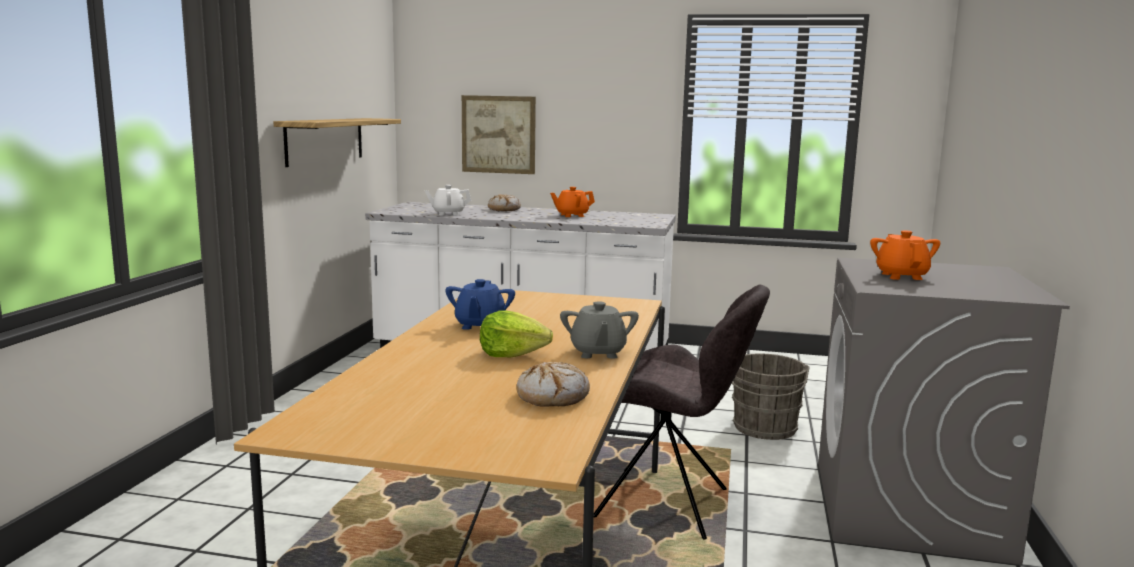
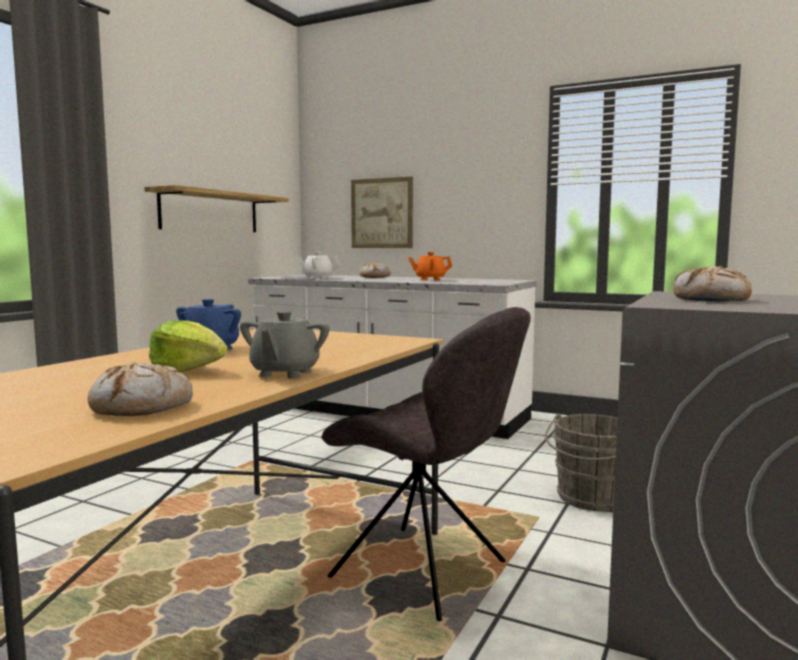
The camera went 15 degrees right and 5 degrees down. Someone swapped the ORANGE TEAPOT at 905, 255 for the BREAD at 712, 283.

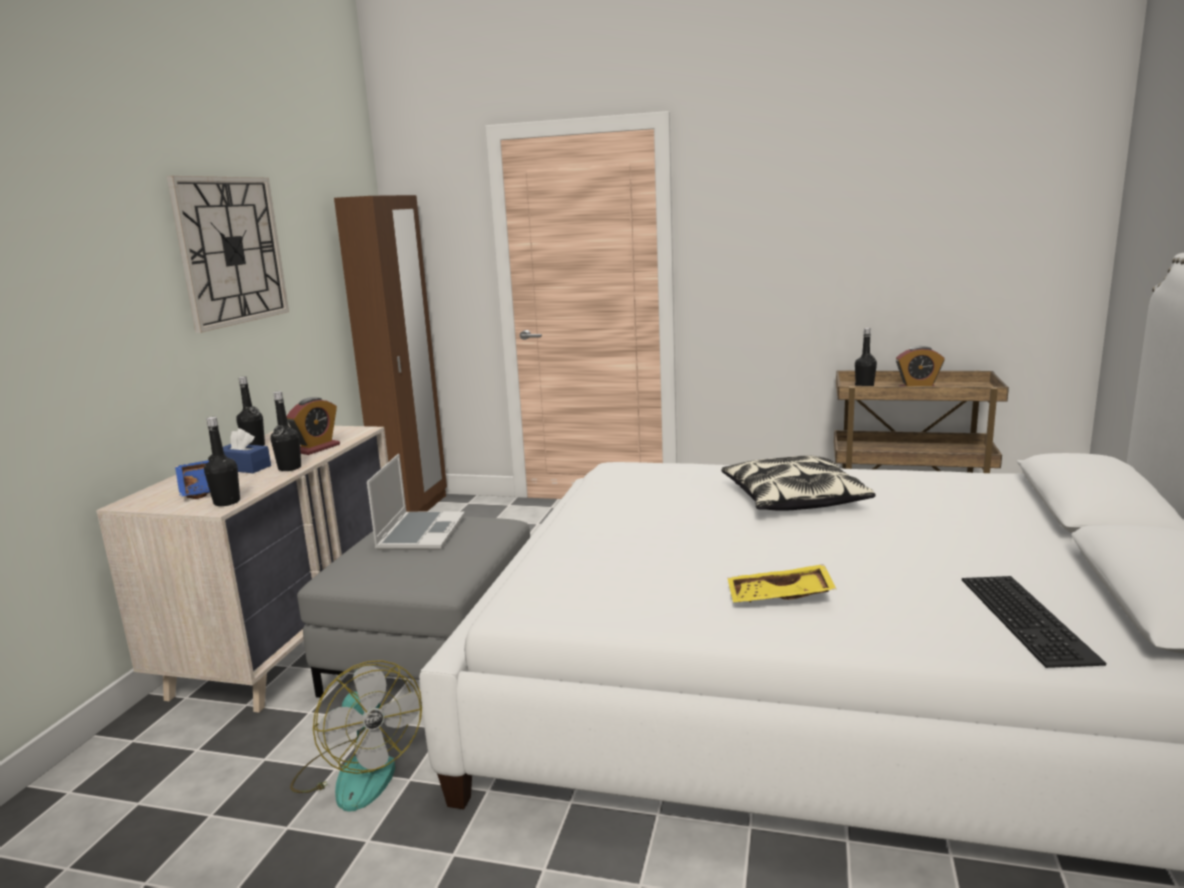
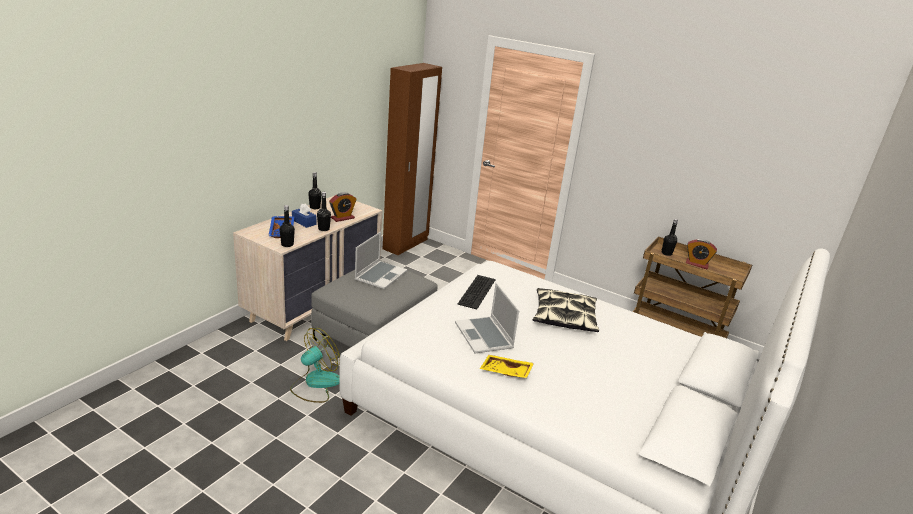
The camera went 15 degrees right and 10 degrees up. Someone took away the WALL CLOCK at 228, 254. Someone put down the LAPTOP at 487, 318. Someone carried the KEYBOARD from 1034, 622 to 476, 292. Someone rotated the FAN at 356, 736 by 120 degrees counterclockwise.

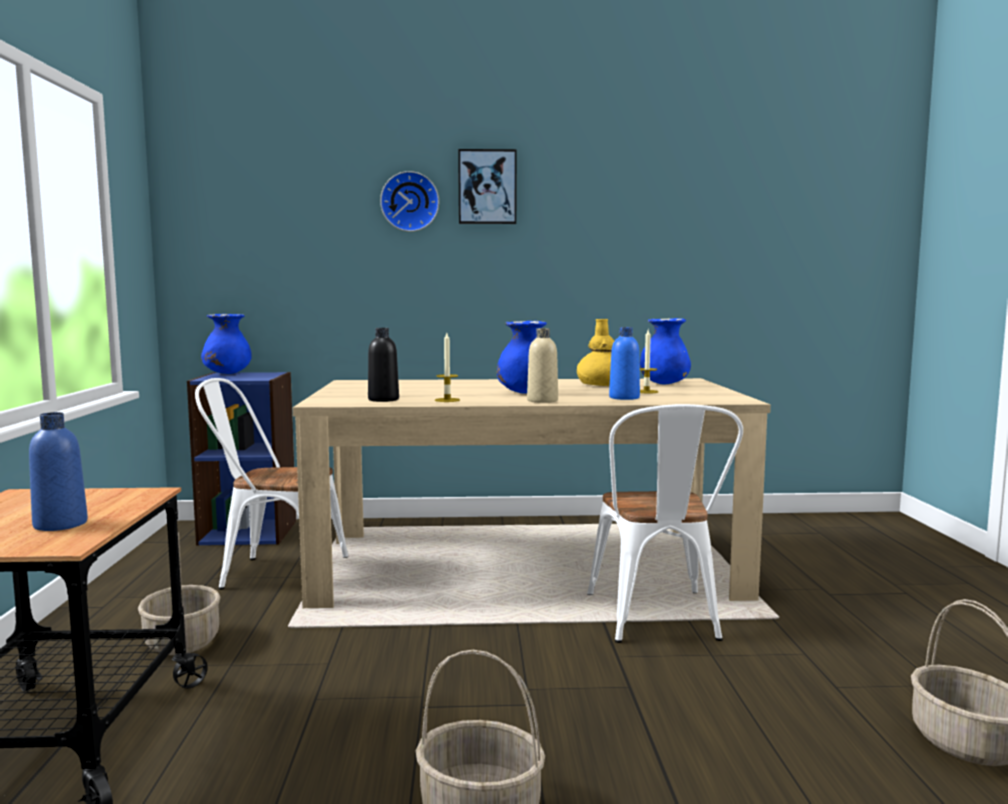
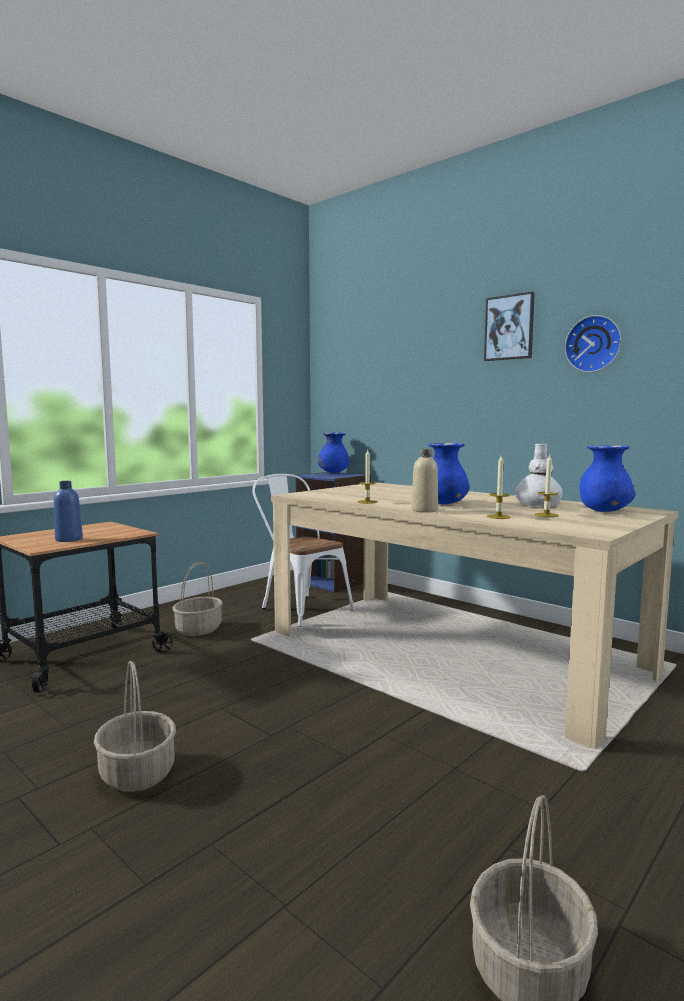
The camera went 45 degrees right and 0 degrees up. Someone took away the BLACK BOTTLE at 383, 365. Someone took away the WHITE CHAIR at 665, 523. Someone carried the WALL CLOCK from 409, 201 to 593, 343. Someone swapped the BLUE BOTTLE at 624, 363 for the CANDLE at 499, 487. Someone repainted the YELLOW VASE at 595, 352, which became the WHITE VASE at 539, 475.

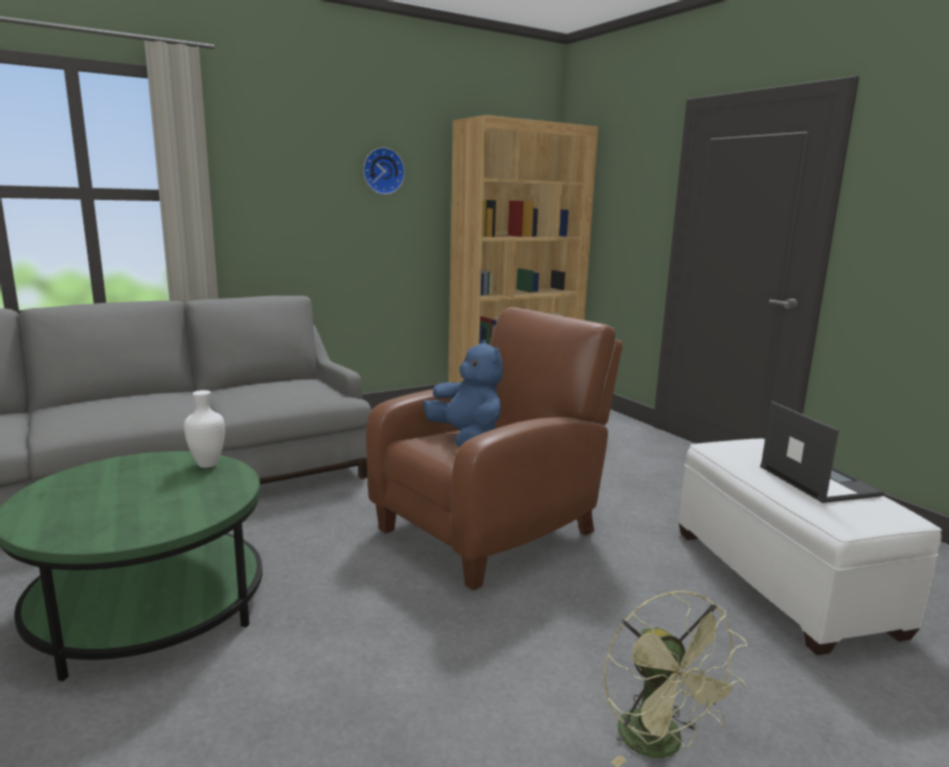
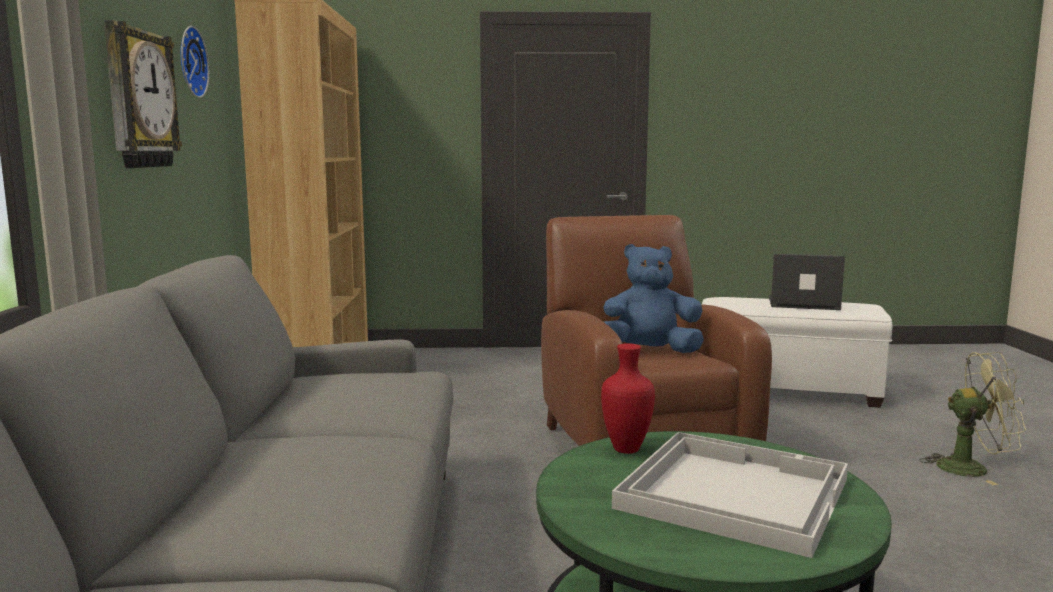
The camera went 60 degrees left and 5 degrees down. Someone put up the WALL CLOCK at 143, 94. Someone put down the WHITE TRAY at 730, 495. Someone repainted the WHITE VASE at 204, 429, which became the RED VASE at 628, 398.

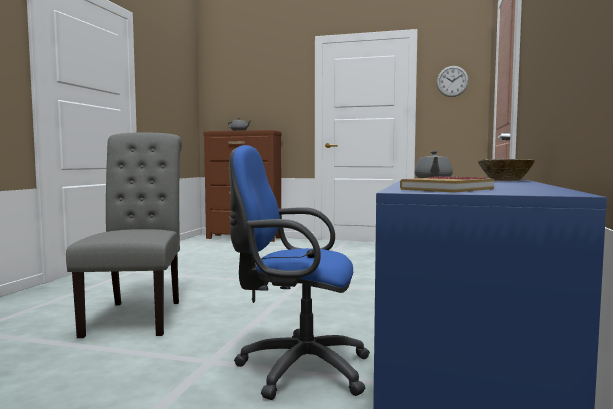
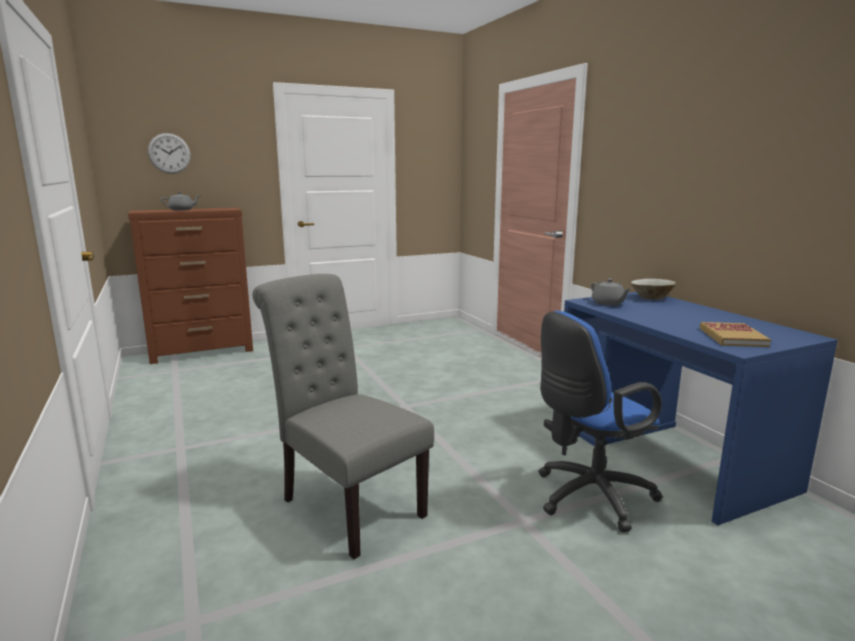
The camera went 40 degrees left and 10 degrees up. Someone carried the WALL CLOCK from 453, 81 to 169, 153.

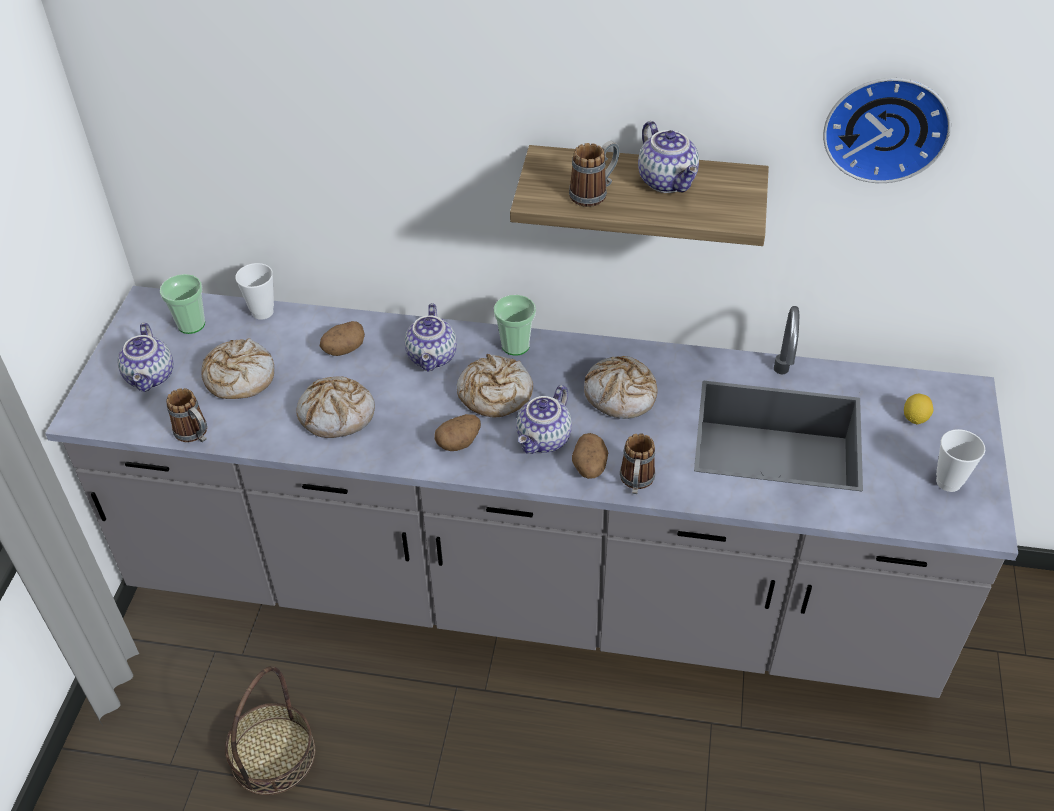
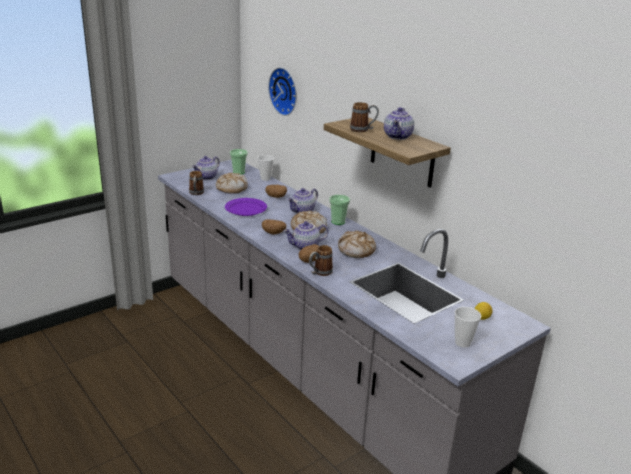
The camera went 40 degrees right and 20 degrees down. Someone took away the BASKET at 270, 730. Someone carried the WALL CLOCK from 887, 130 to 282, 91. Someone swapped the BREAD at 335, 407 for the PURPLE PLATE at 246, 207.

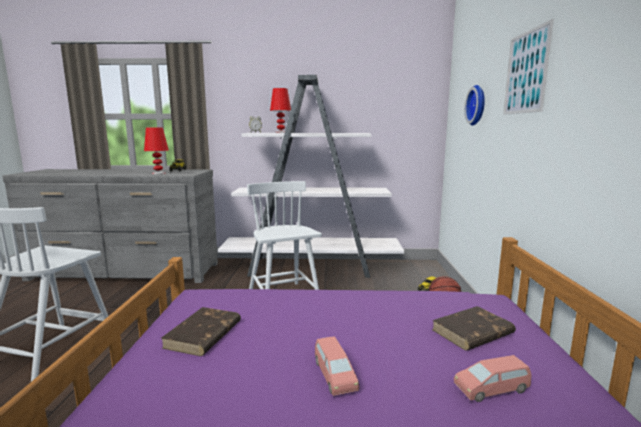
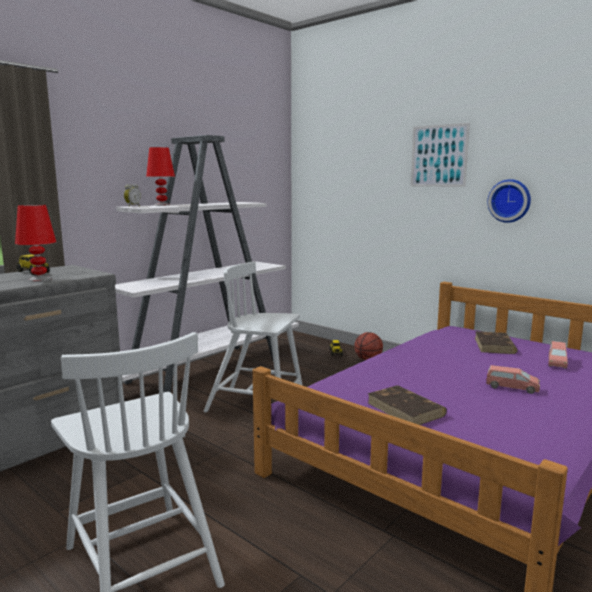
The camera went 50 degrees left and 0 degrees up. Someone carried the WALL CLOCK from 475, 105 to 509, 201.

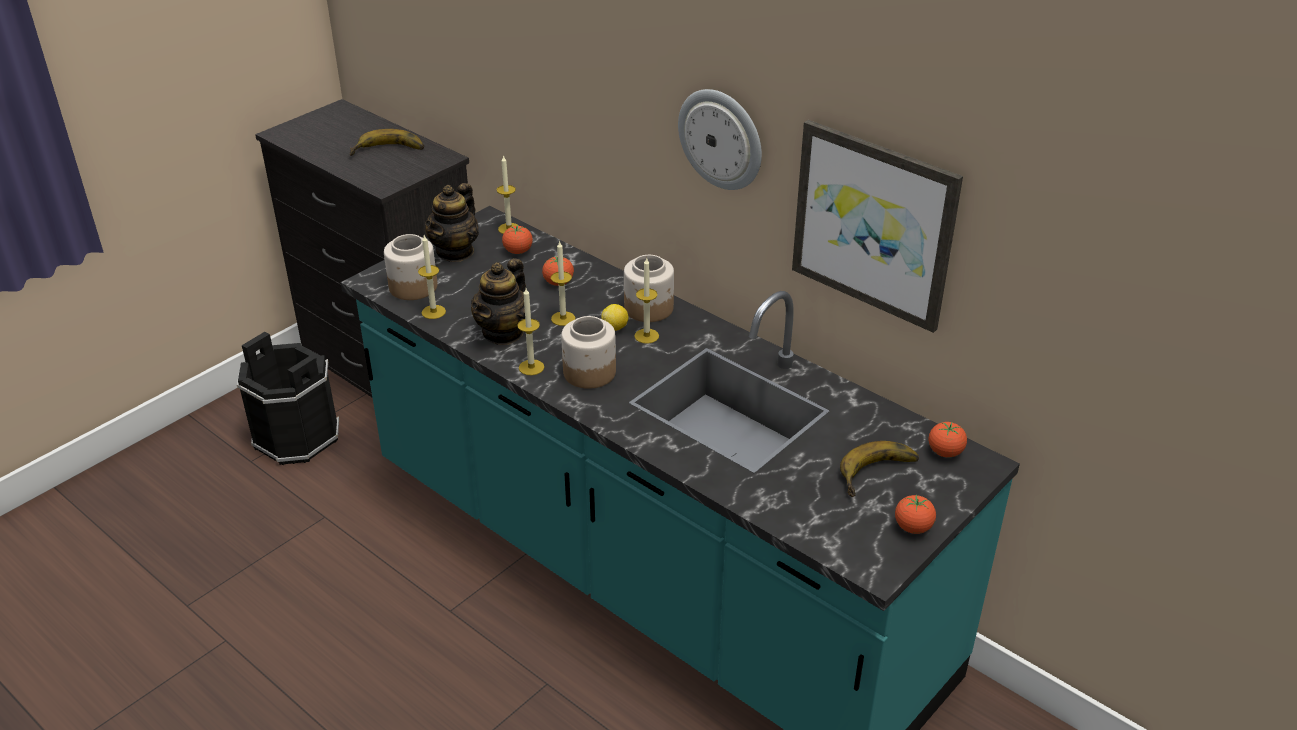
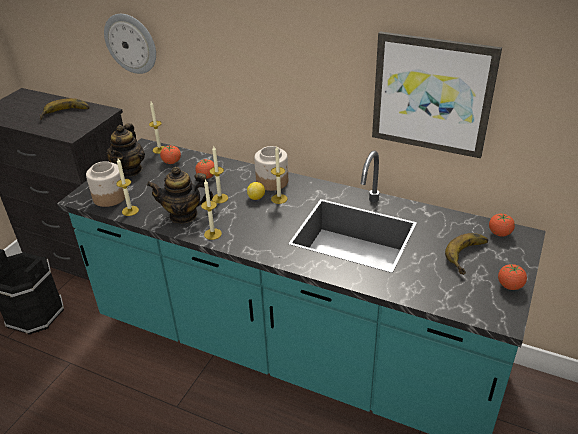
The camera went 15 degrees left and 0 degrees up. Someone took away the JAR at 588, 352. Someone carried the WALL CLOCK from 720, 139 to 130, 44. Someone rotated the TEAPOT at 498, 301 by 75 degrees clockwise.

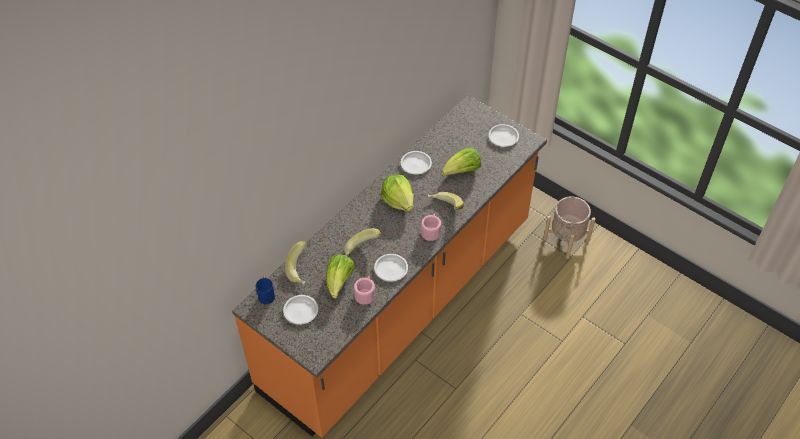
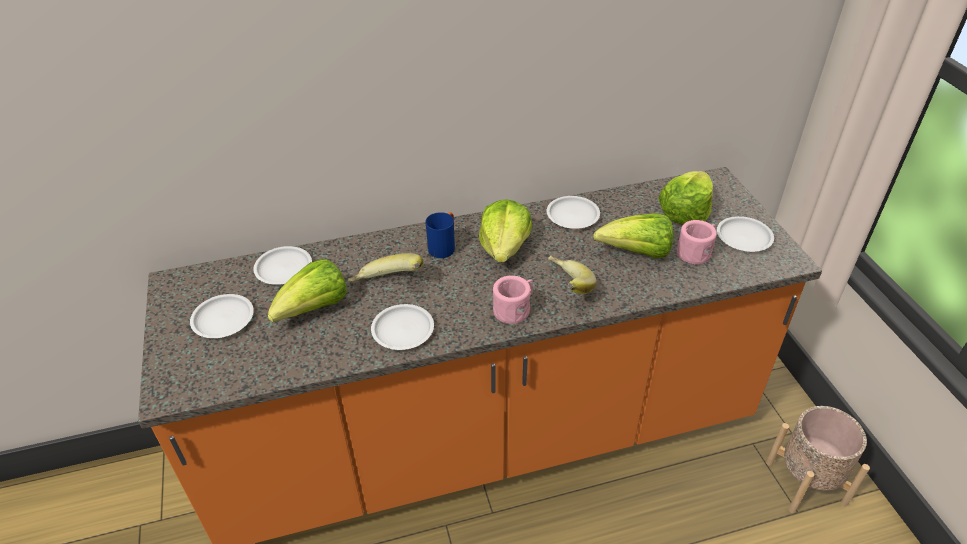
The camera went 35 degrees right and 10 degrees down. Someone put down the LETTUCE at 685, 198. Someone carried the BLUE MUG from 265, 289 to 440, 235. Someone carried the PINK MUG from 364, 290 to 697, 242. Someone swapped the BANANA at 295, 263 for the WHITE PLATE at 282, 265.

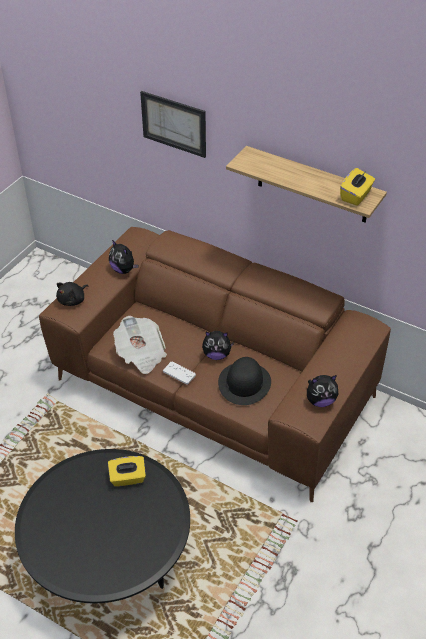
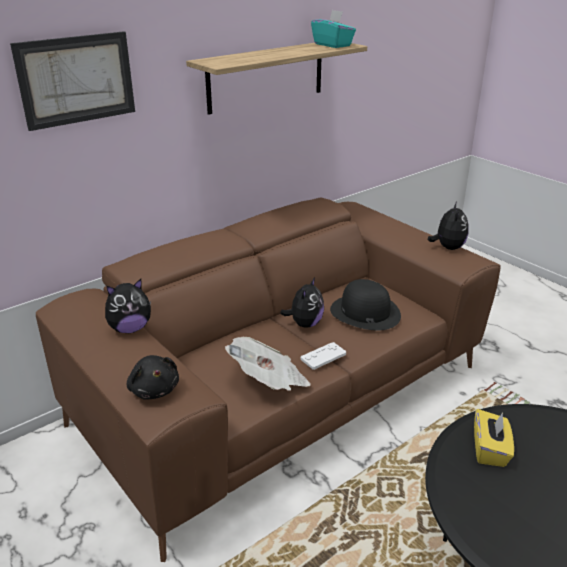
The camera went 70 degrees left and 15 degrees down. Someone repainted the YELLOW TISSUE BOX at 357, 187, which became the TURQUOISE TISSUE BOX at 333, 29.

